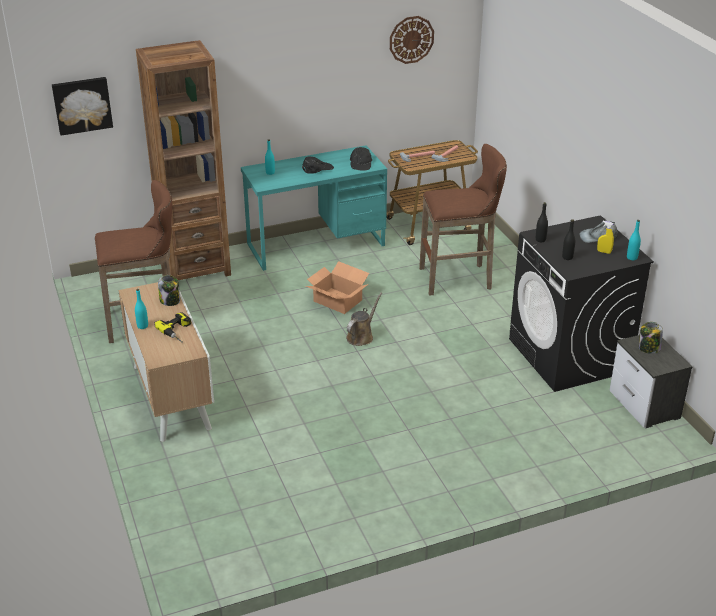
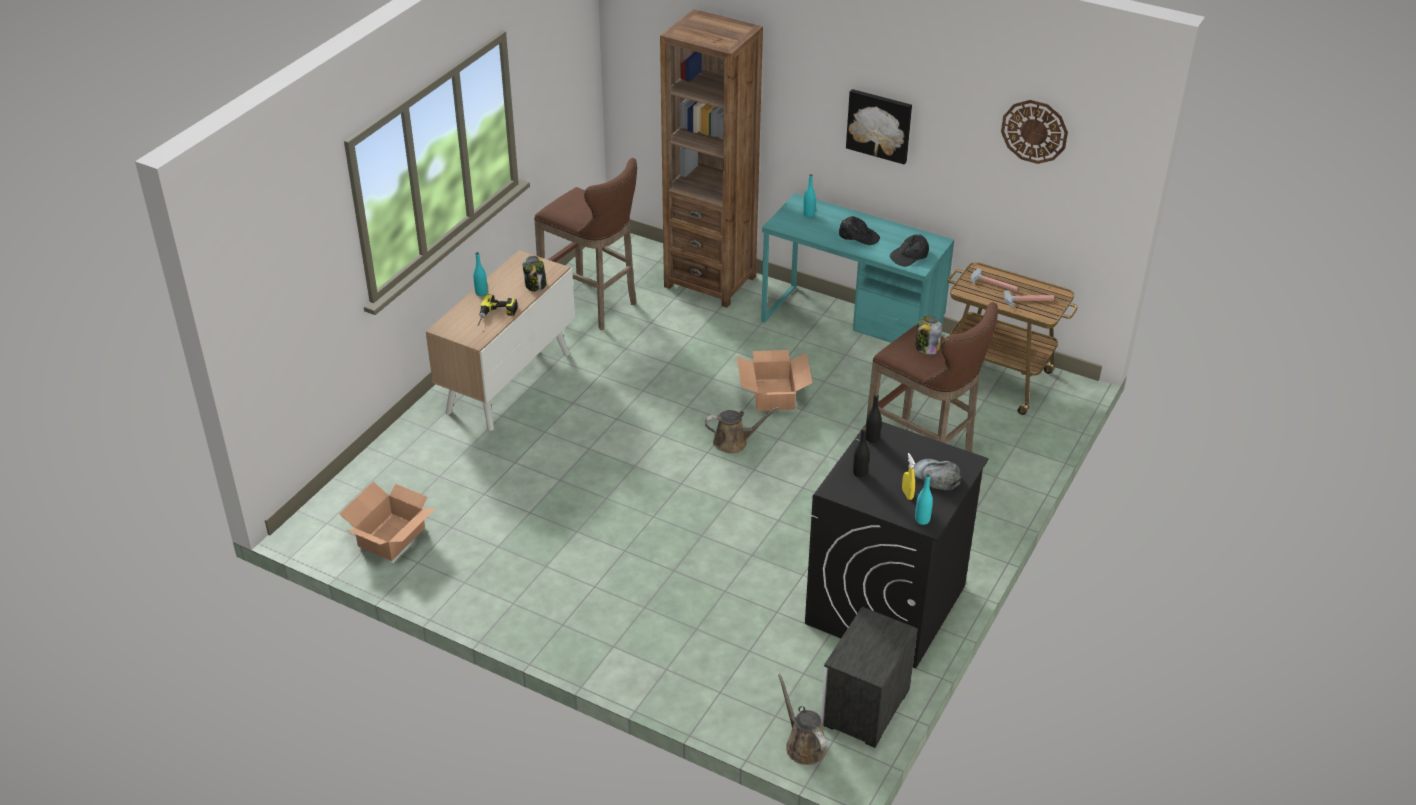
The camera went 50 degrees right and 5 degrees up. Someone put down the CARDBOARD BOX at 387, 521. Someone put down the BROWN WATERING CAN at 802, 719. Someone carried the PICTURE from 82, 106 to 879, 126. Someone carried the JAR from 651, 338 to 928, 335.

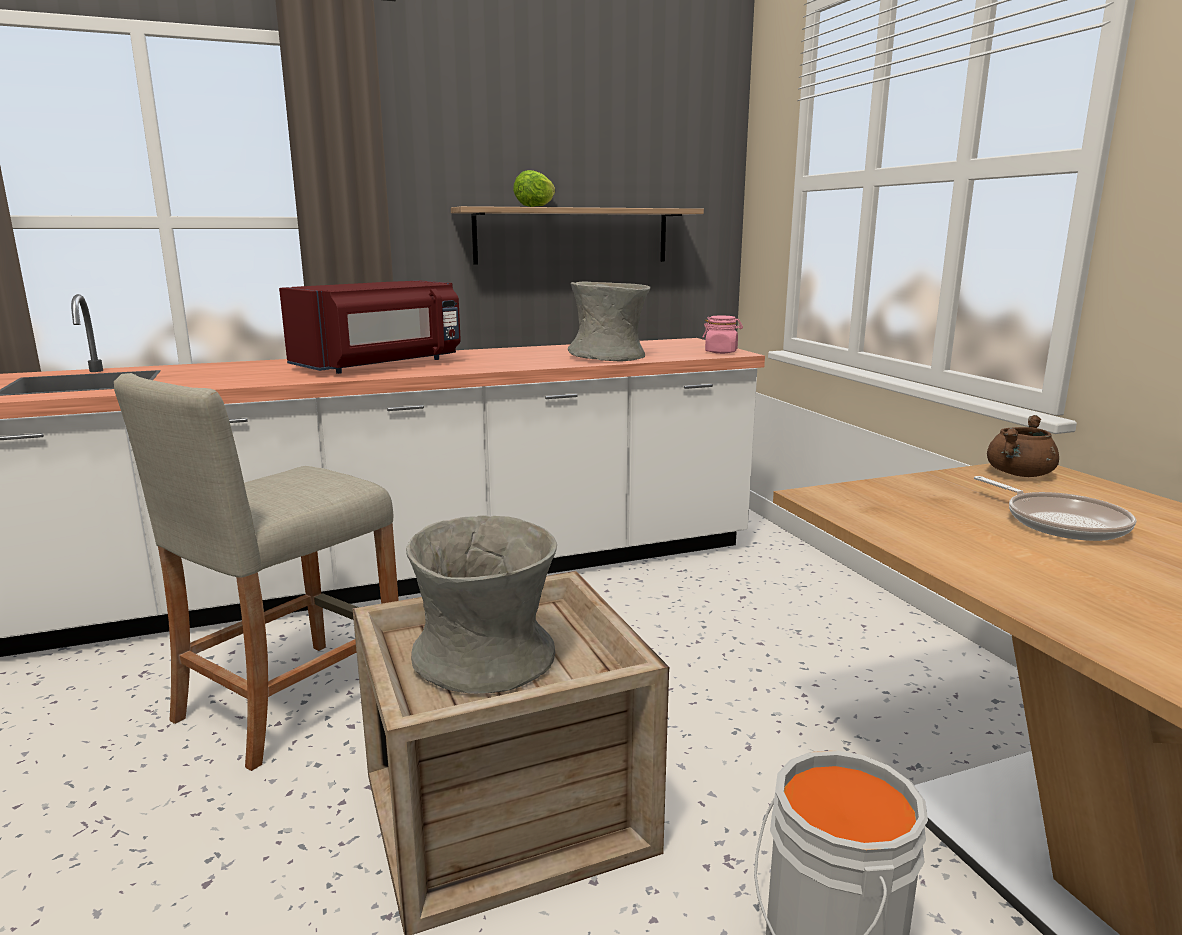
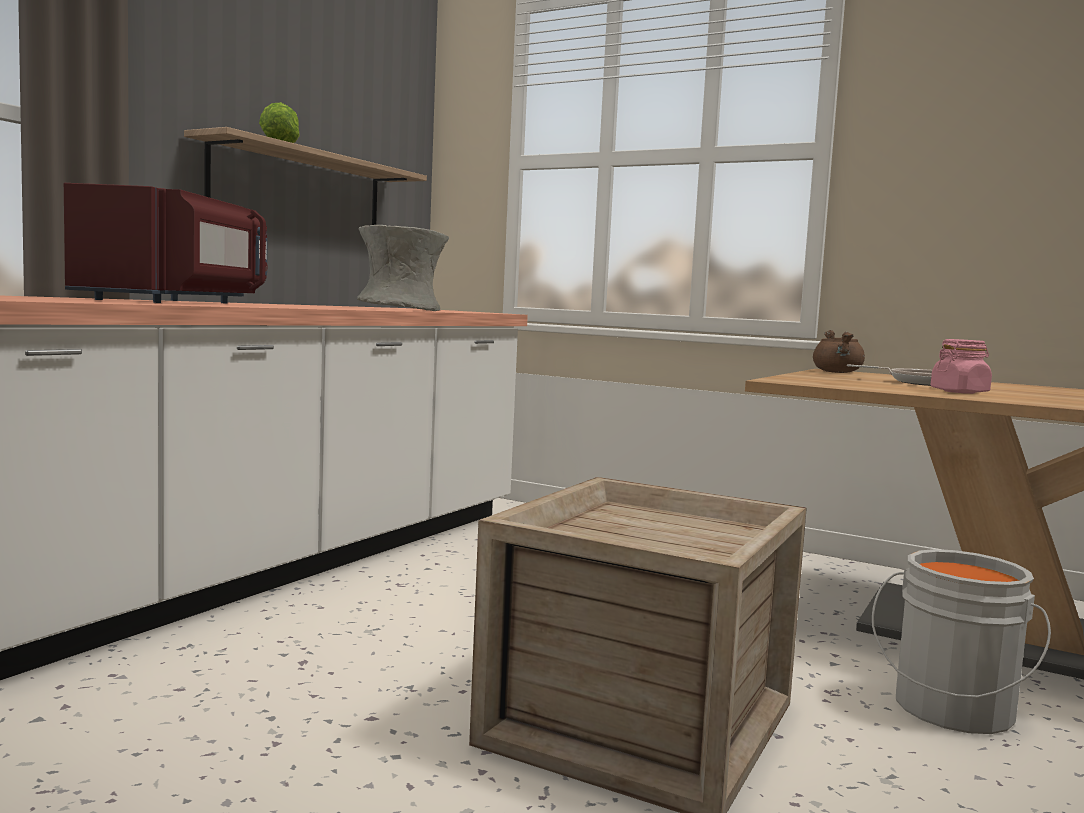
The camera went 40 degrees left and 10 degrees down. Someone took away the BEIGE STOOL at 256, 572. Someone took away the GREY VASE at 481, 604. Someone carried the PINK JAR from 722, 334 to 961, 366.

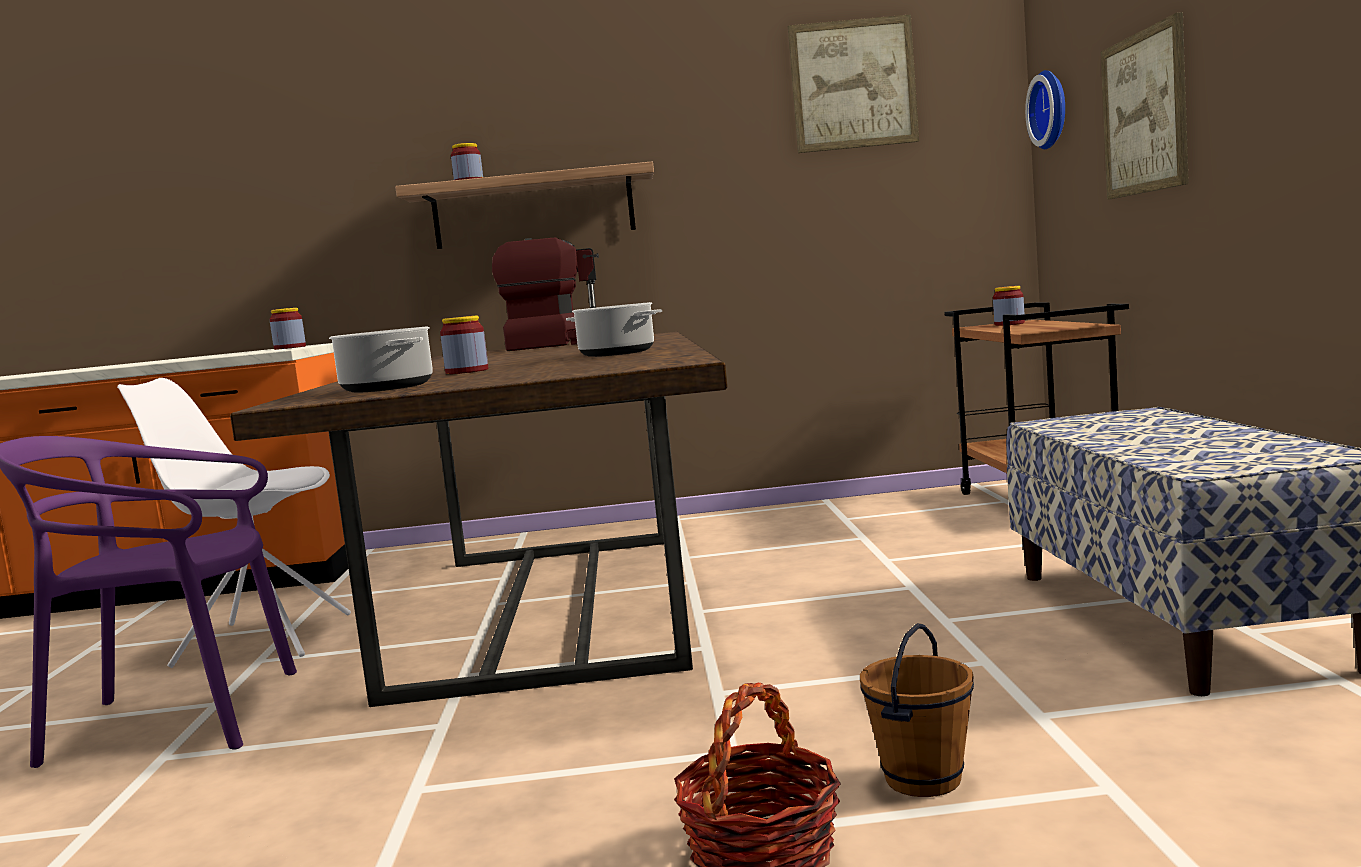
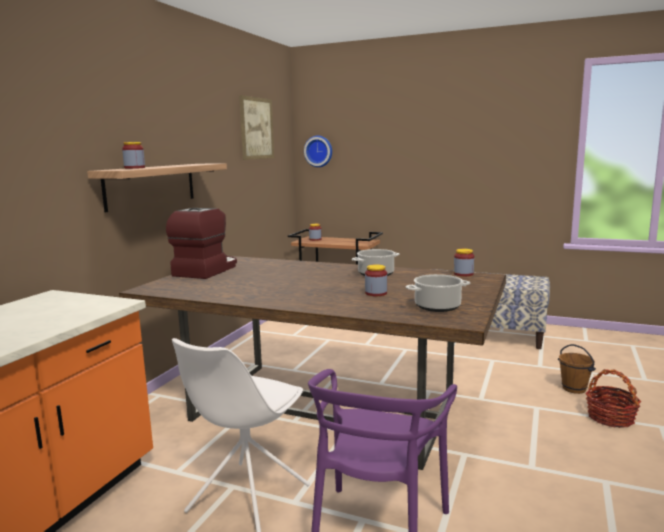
The camera went 65 degrees left and 5 degrees up. Someone took away the PICTURE at 1145, 106. Someone carried the JAR from 288, 329 to 464, 262.

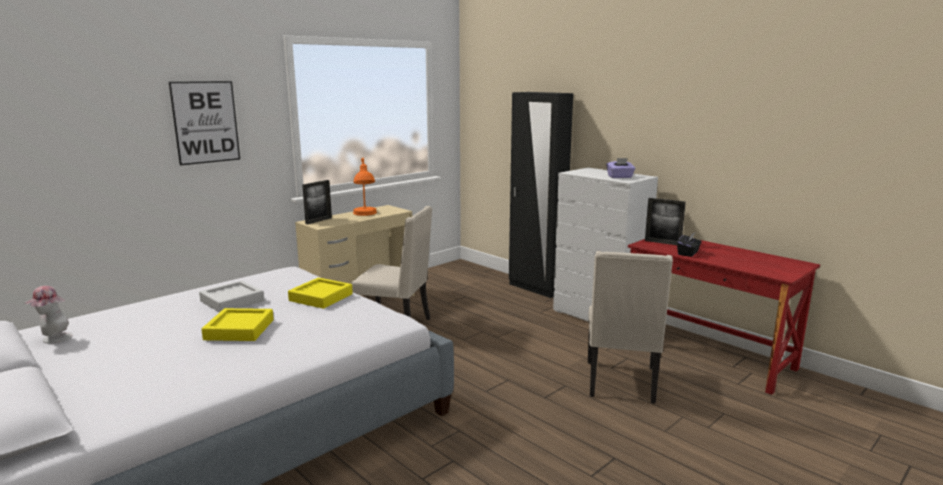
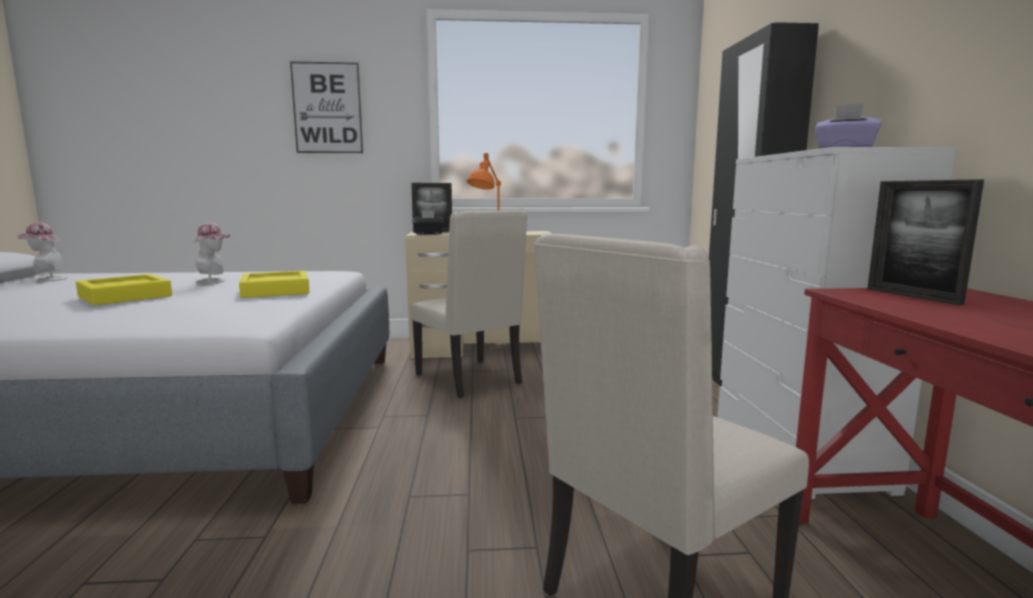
The camera went 40 degrees right and 5 degrees down. Someone carried the BLACK TISSUE BOX from 689, 245 to 428, 222. Someone swapped the GREY TRAY at 231, 296 for the HAT at 211, 253.

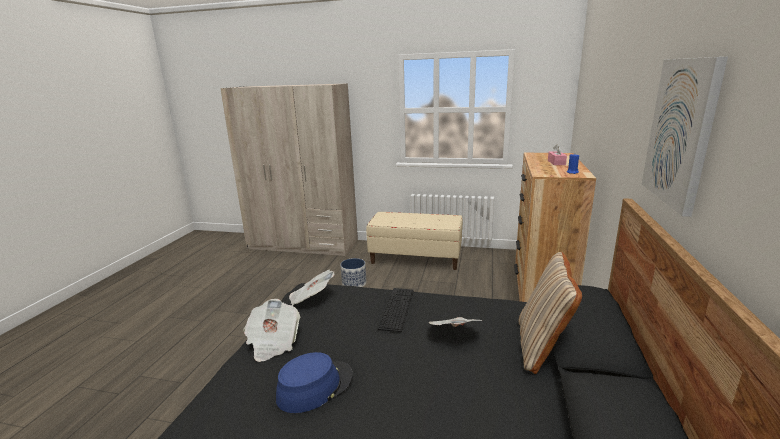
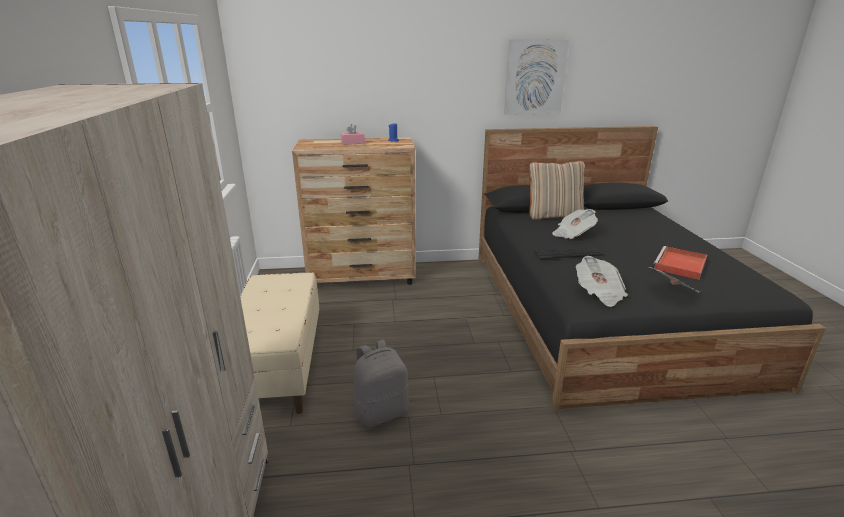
The camera went 110 degrees left and 5 degrees up. Someone swapped the BLUE HAT at 314, 382 for the RED TRAY at 680, 263. Someone swapped the PLANTER at 353, 272 for the GREY BACKPACK at 381, 383.

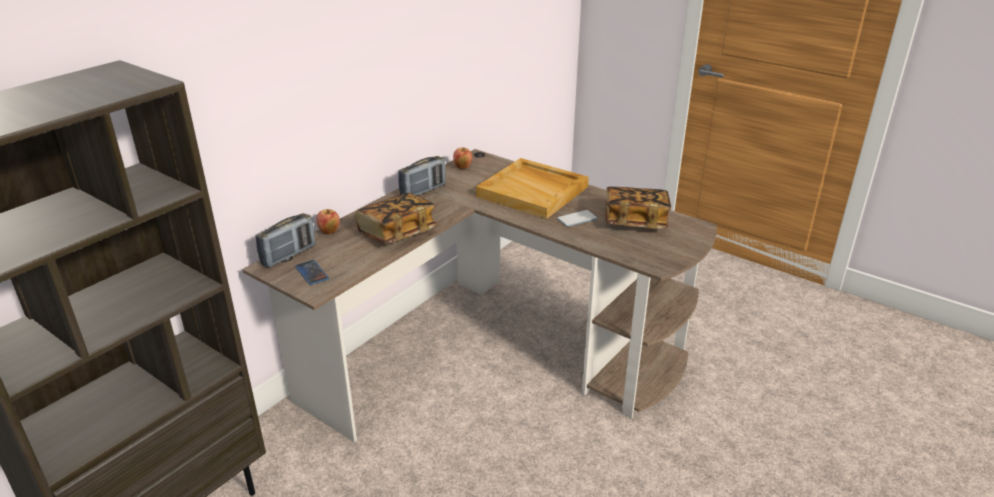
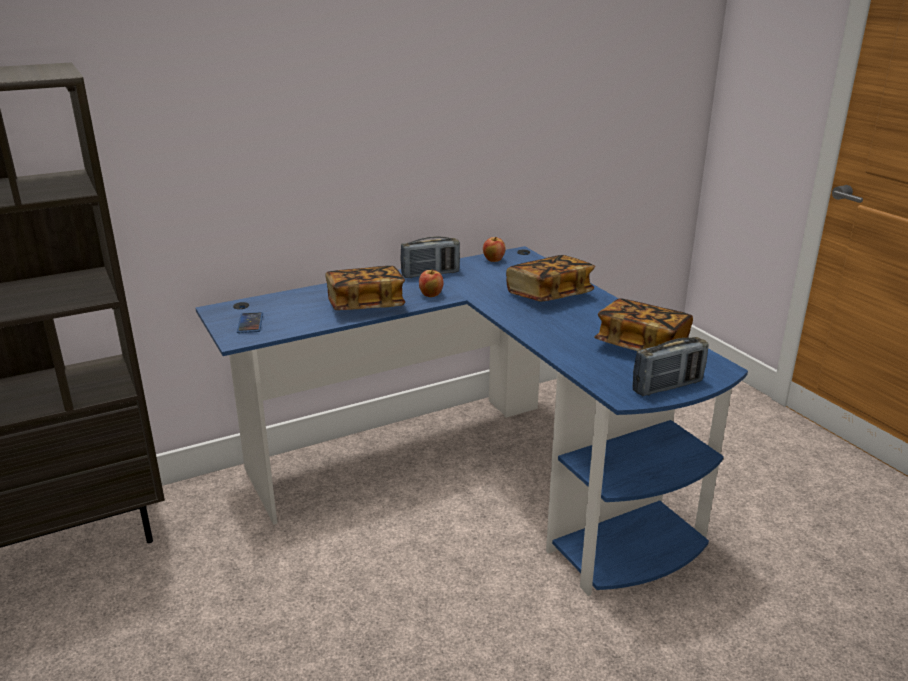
The camera went 25 degrees right and 5 degrees down. Someone took away the PHONE at 577, 218. Someone carried the RADIO from 285, 240 to 670, 366. Someone carried the APPLE from 328, 221 to 431, 283. Someone swapped the BEIGE TRAY at 532, 188 for the BOOK at 550, 278. Someone repainted the BROWN DESK at 479, 295, which became the BLUE DESK at 471, 421.

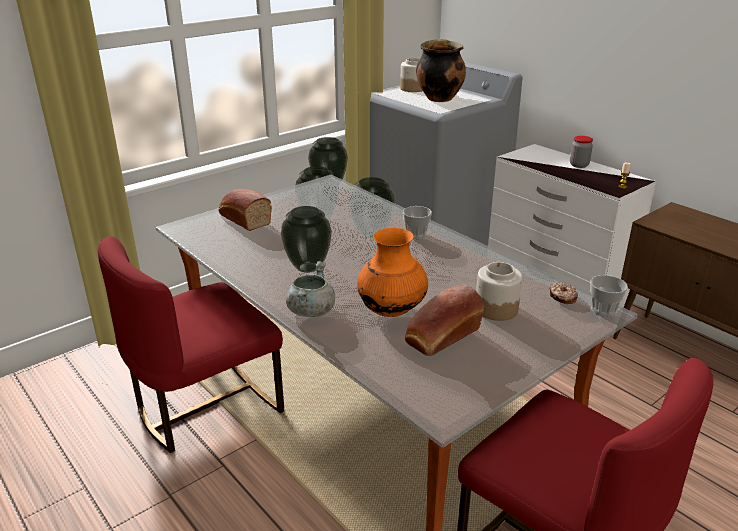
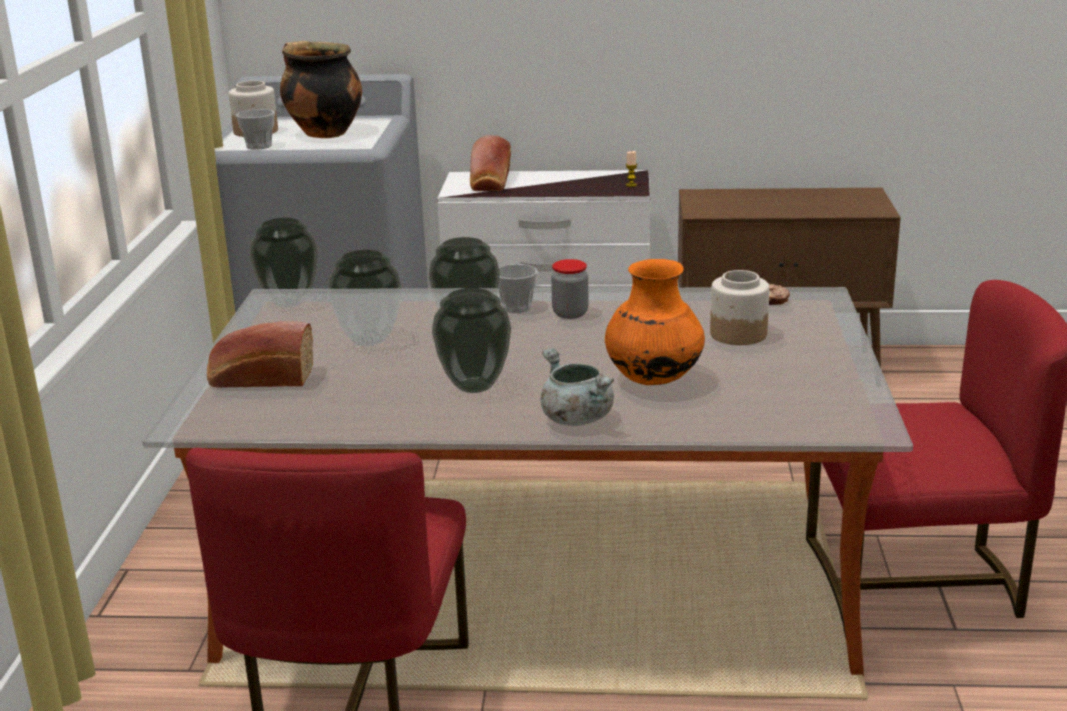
The camera went 45 degrees left and 5 degrees down. Someone carried the BREAD from 444, 320 to 490, 163. Someone carried the JAR from 581, 152 to 570, 289. Someone carried the CUP from 609, 296 to 255, 129.

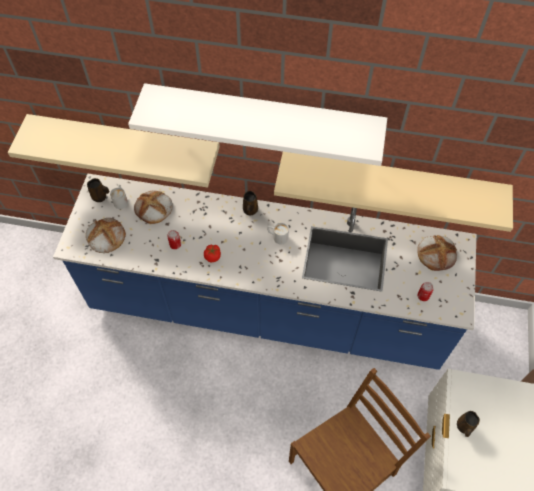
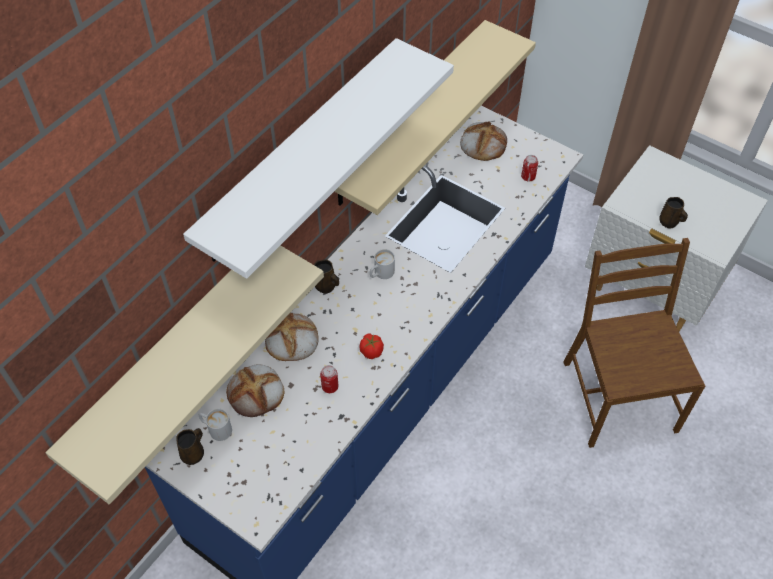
The camera went 65 degrees left and 5 degrees down. Someone carried the BREAD from 106, 235 to 292, 337.

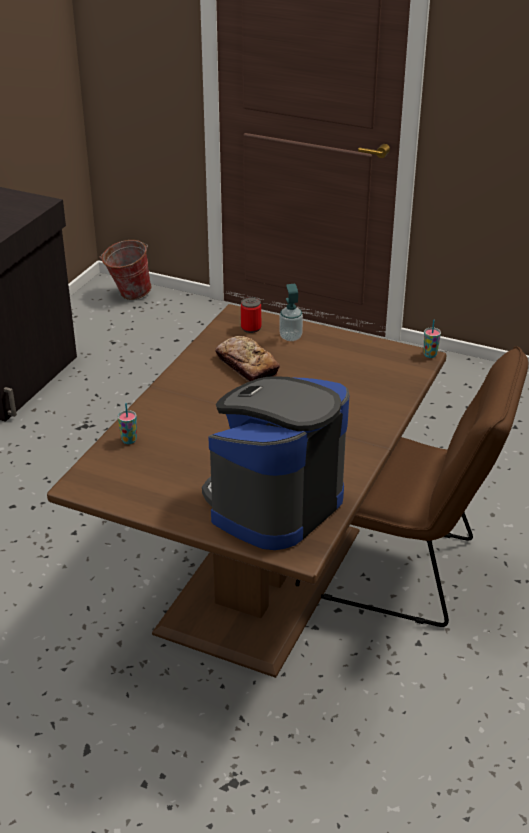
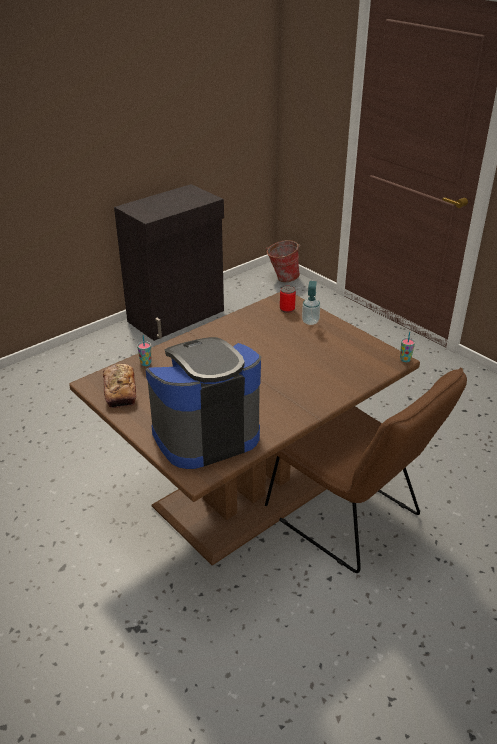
The camera went 25 degrees right and 0 degrees up. Someone carried the BREAD from 247, 359 to 119, 386.

